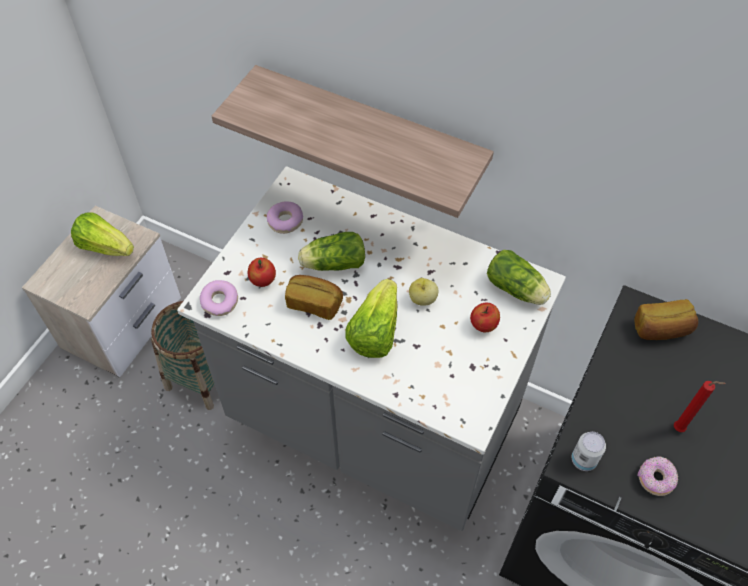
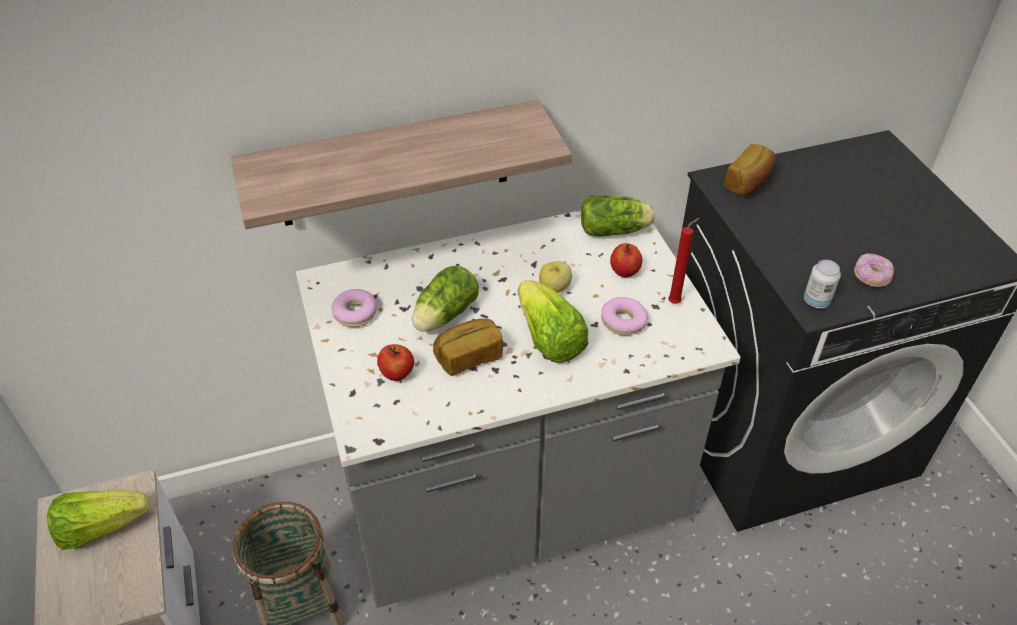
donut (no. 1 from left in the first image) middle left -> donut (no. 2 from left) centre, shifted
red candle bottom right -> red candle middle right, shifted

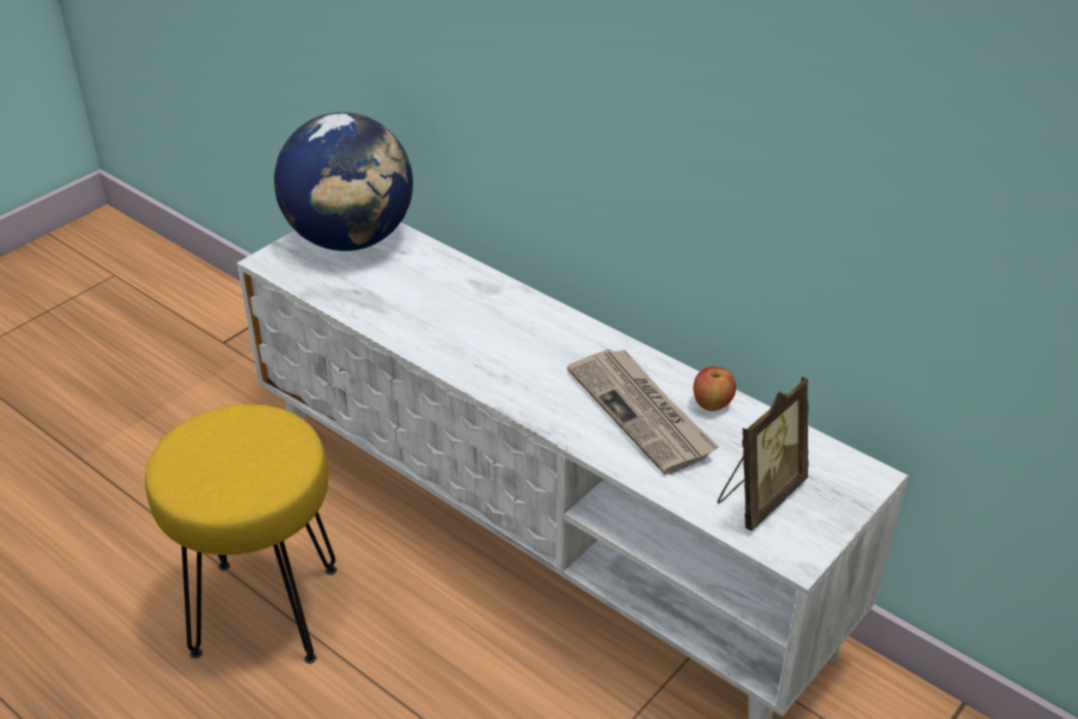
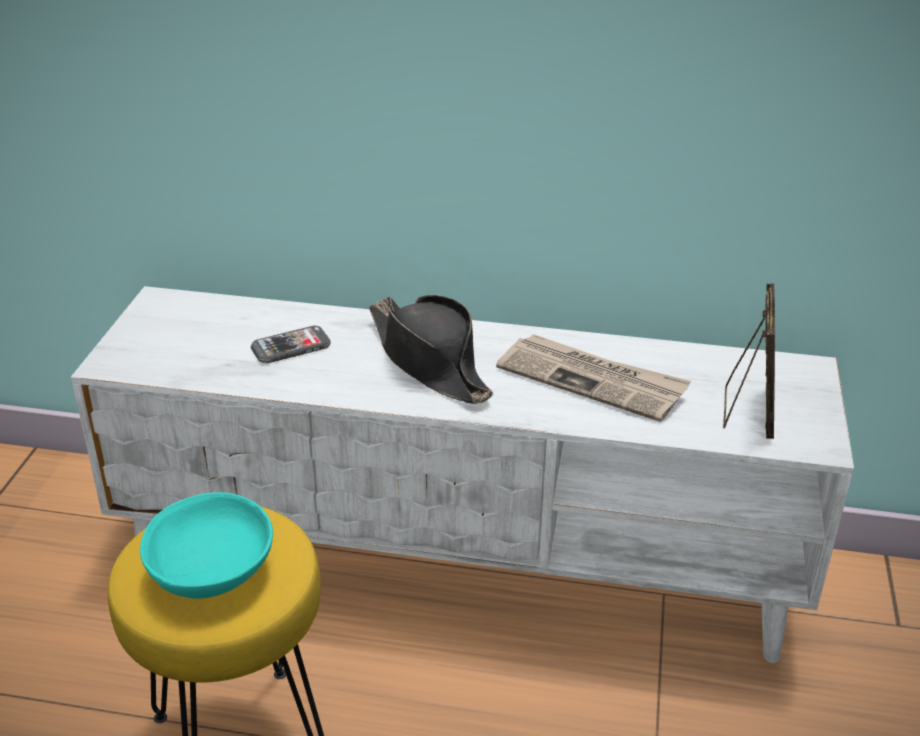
none -> turquoise bowl bottom left
none -> phone middle left
none -> black hat centre
globe top left -> none
apple centre -> none

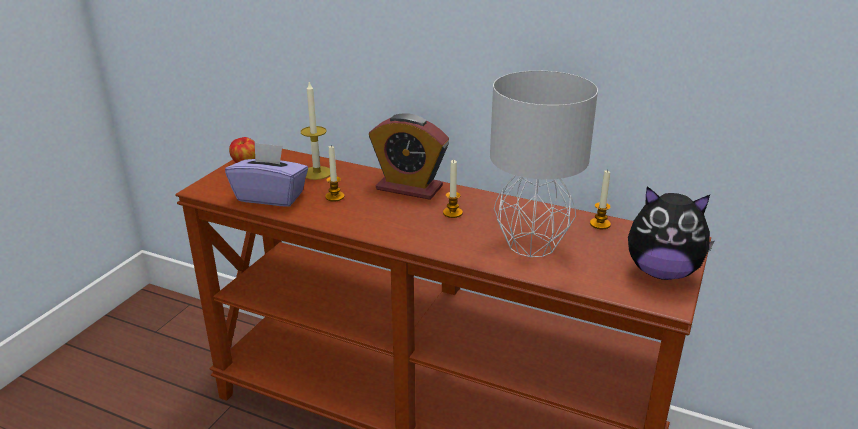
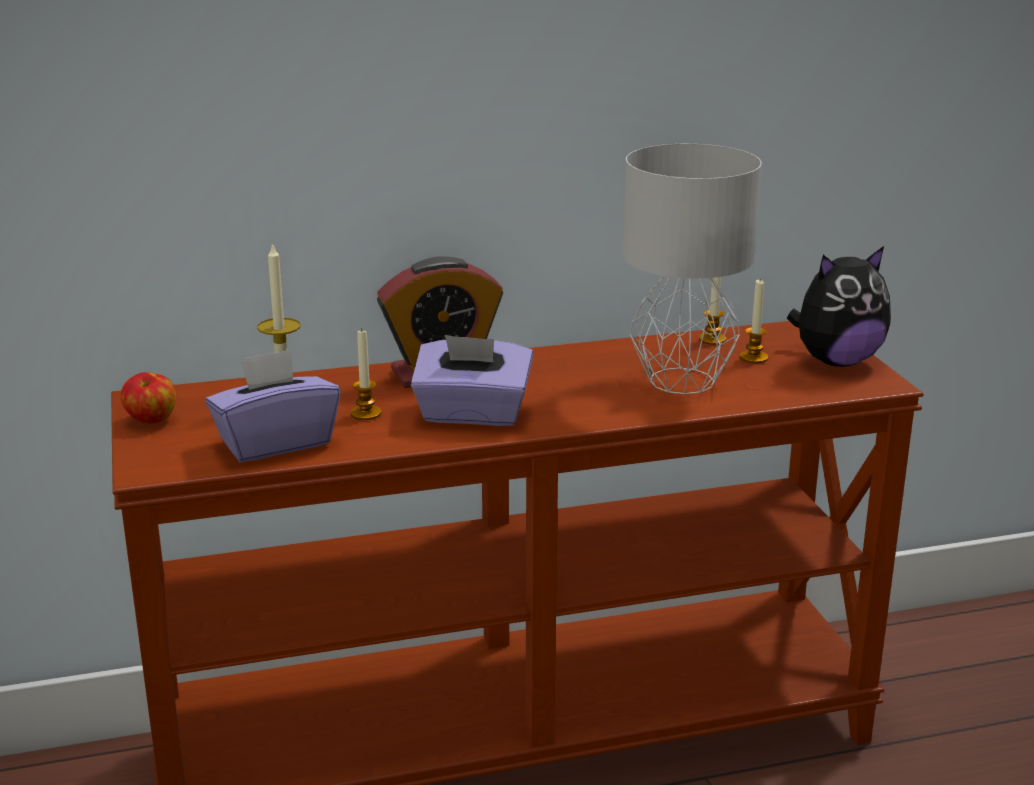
none -> purple tissue box (no. 2 from left) centre
candle (no. 3 from left in the first image) centre -> candle (no. 4 from left) middle right, shifted

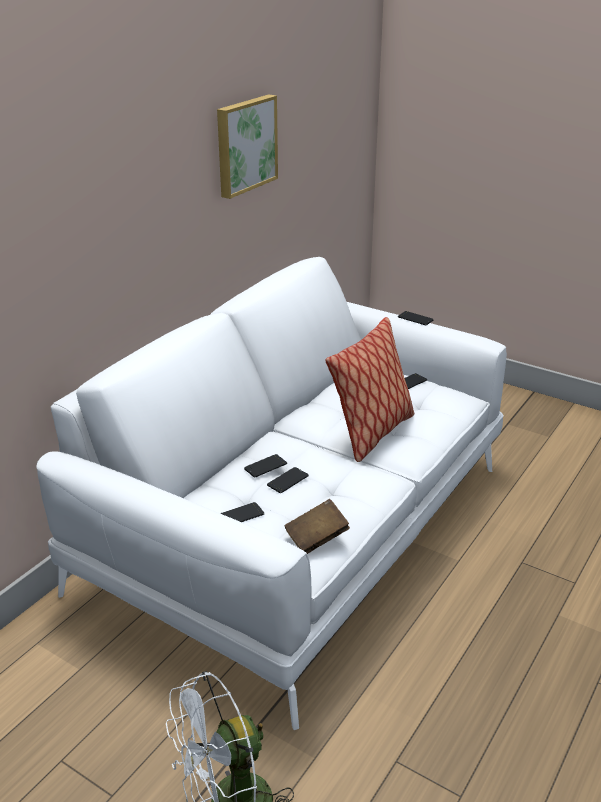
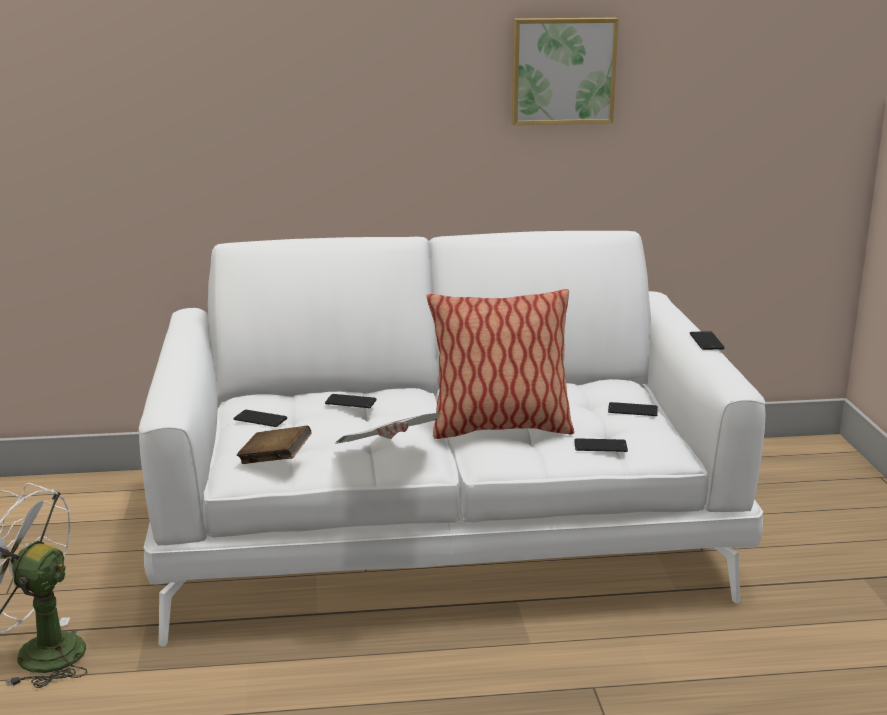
none -> newspaper centre
phone (no. 3 from left) centre -> phone (no. 3 from left) middle right, shifted

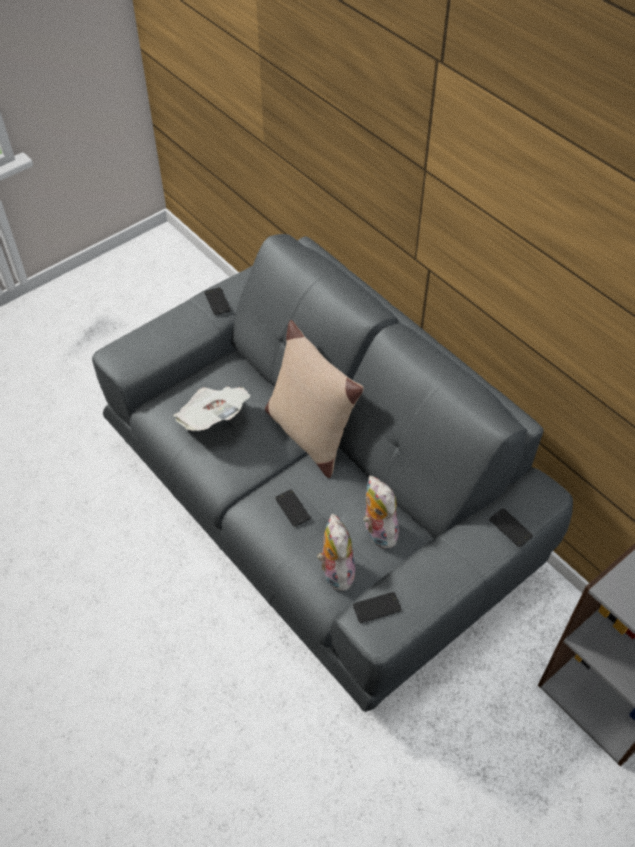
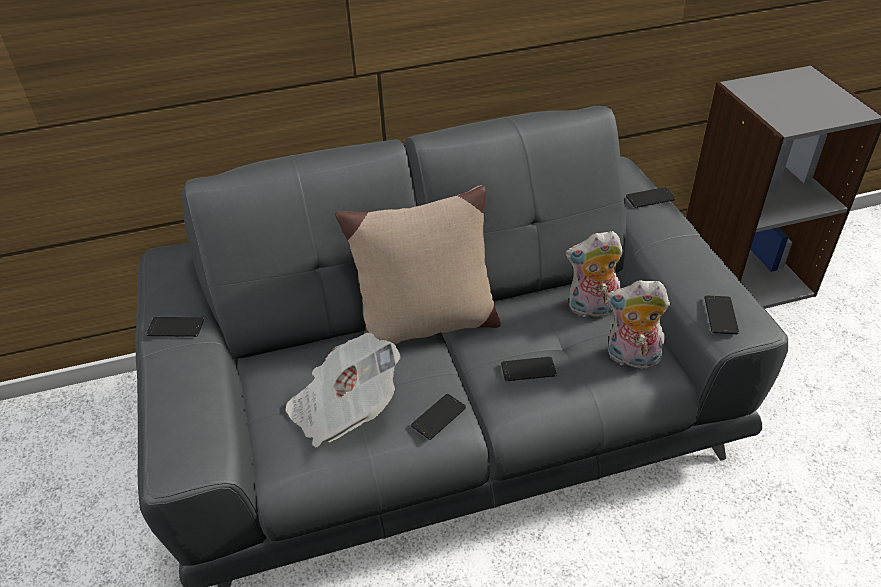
none -> phone (no. 2 from left) bottom centre

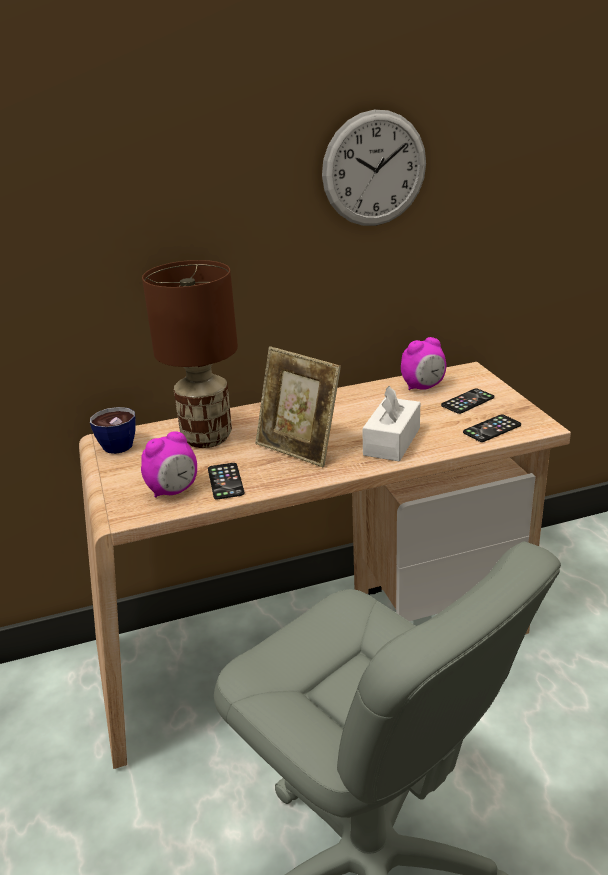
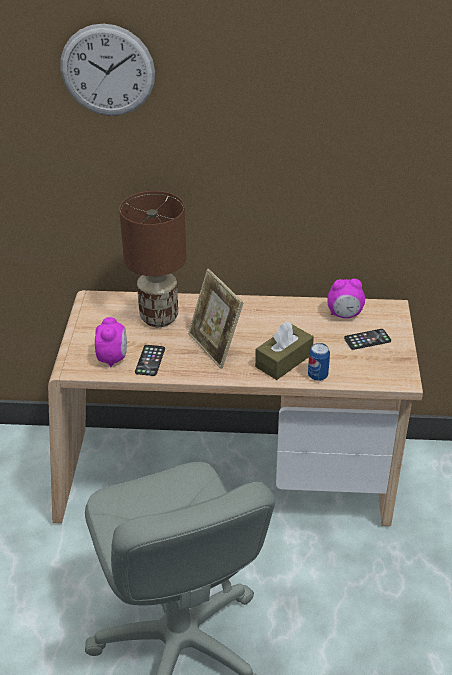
wall clock top centre -> wall clock top left, shifted
alarm clock (no. 1 from left) middle left, 75 degrees counterclockwise
white tissue box centre -> brown tissue box centre
none -> can middle right
cup middle left -> none
phone (no. 3 from left) middle right -> none

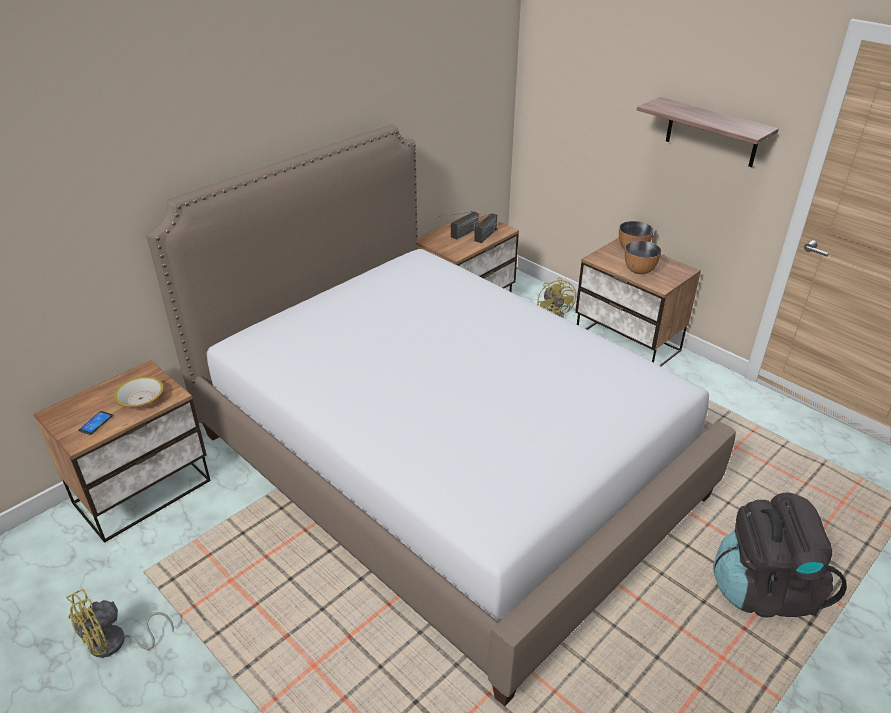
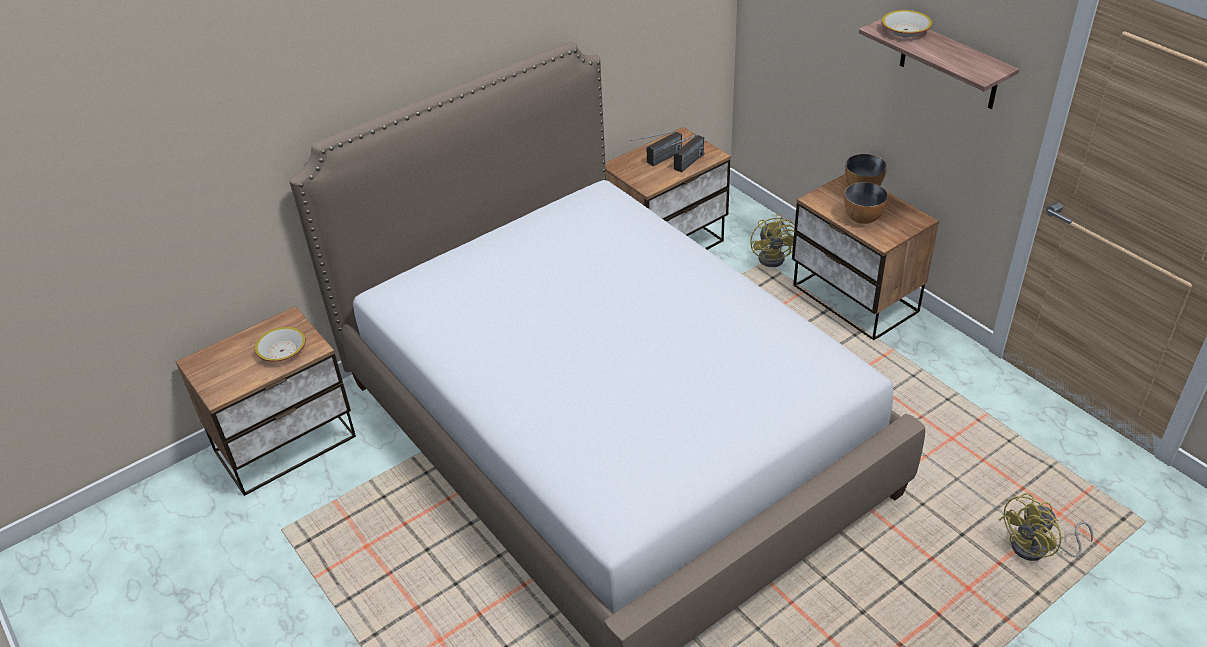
none -> bowl (no. 4 from left) top right
yellow fan (no. 1 from left in the first image) bottom left -> yellow fan (no. 2 from left) bottom right, shifted
phone middle left -> none
black backpack bottom right -> none

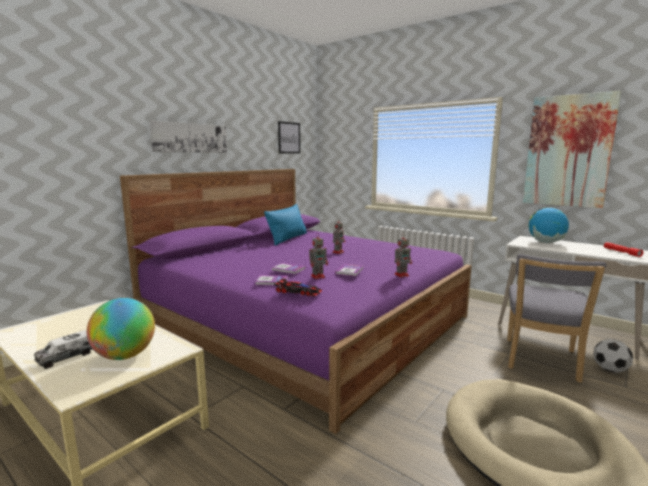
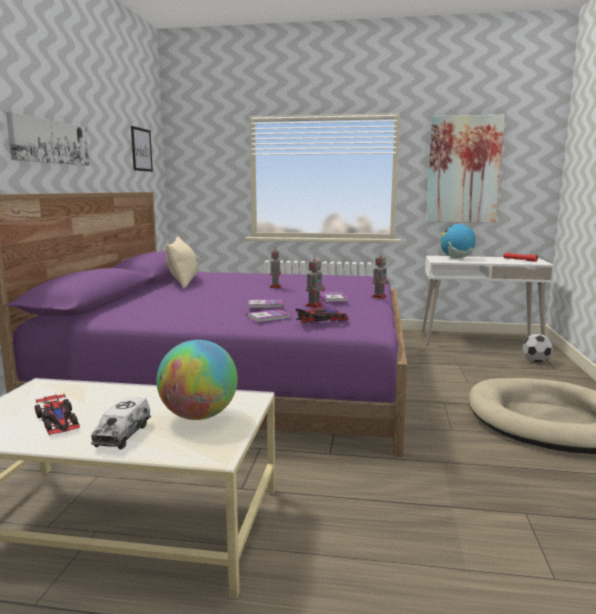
none -> toy car (no. 1 from left) bottom left
blue pillow centre -> beige pillow middle left
grey chair middle right -> none

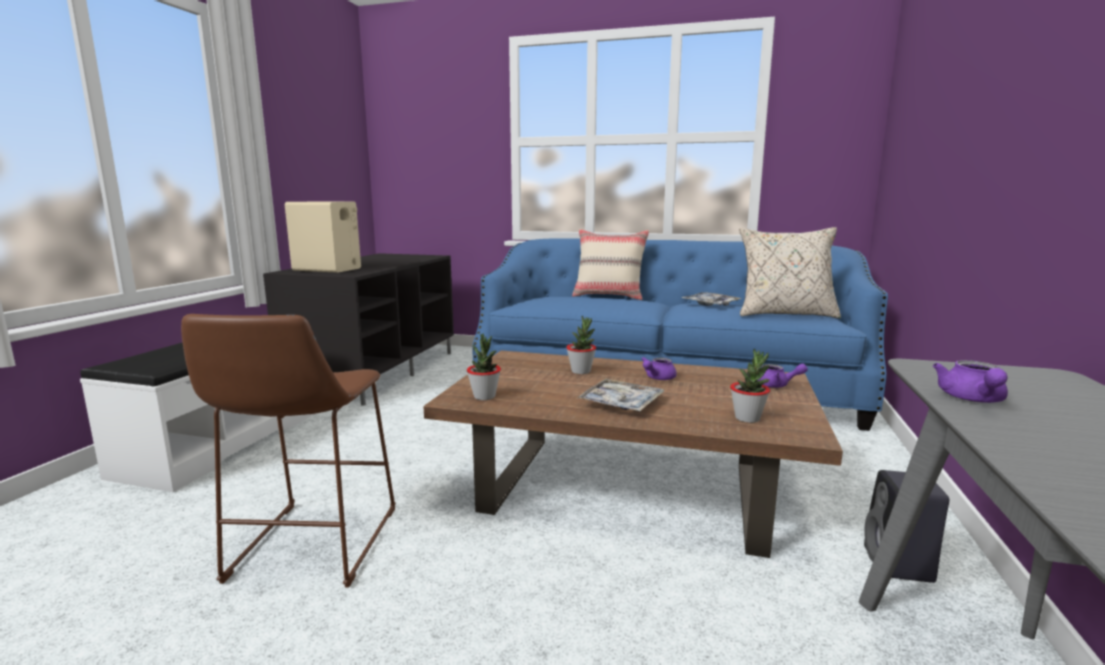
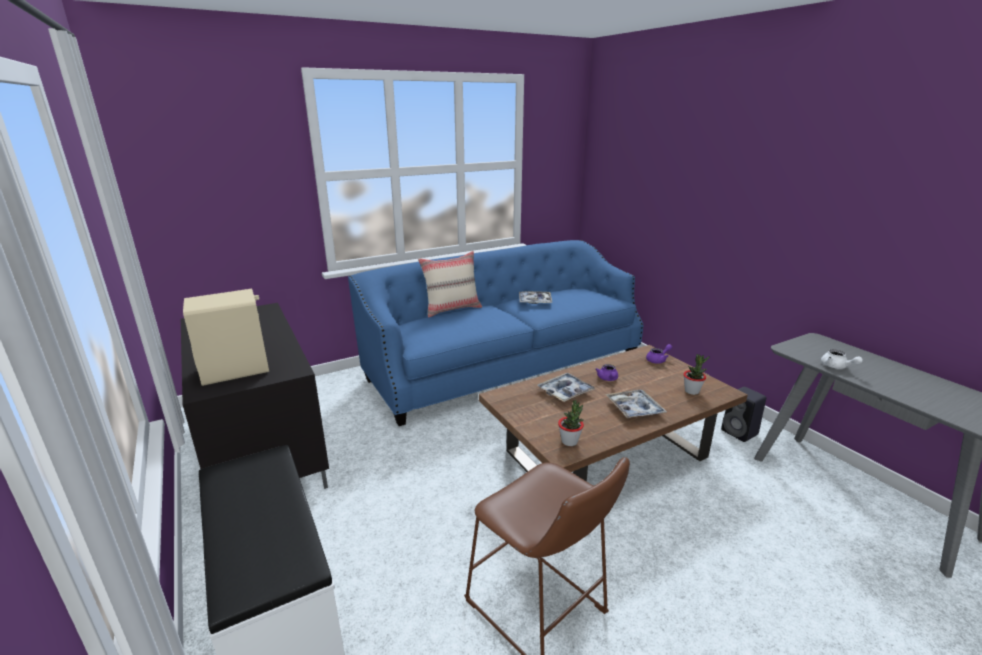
potted plant (no. 2 from left) centre -> tray (no. 2 from left) centre
purple teapot (no. 3 from left) middle right -> white teapot middle right
beige pillow (no. 2 from left) middle right -> none

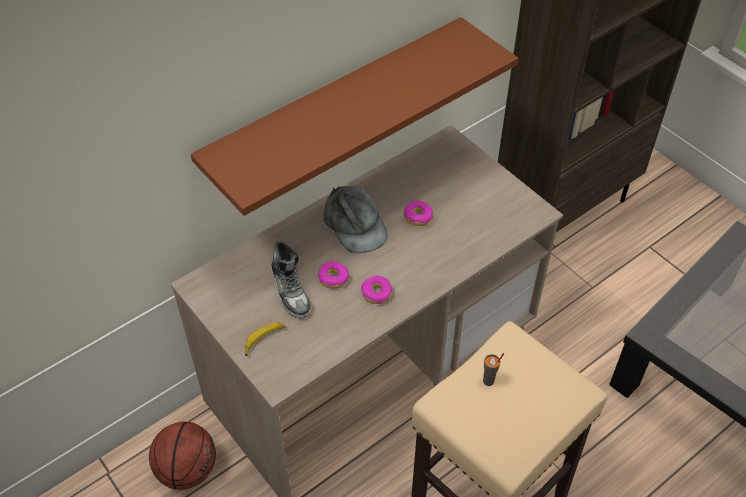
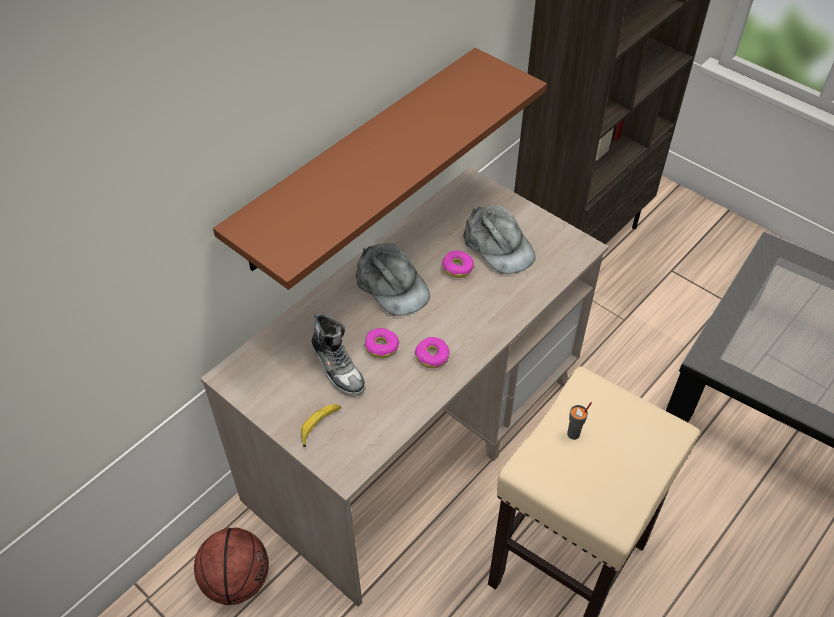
none -> grey cap (no. 2 from left) centre

